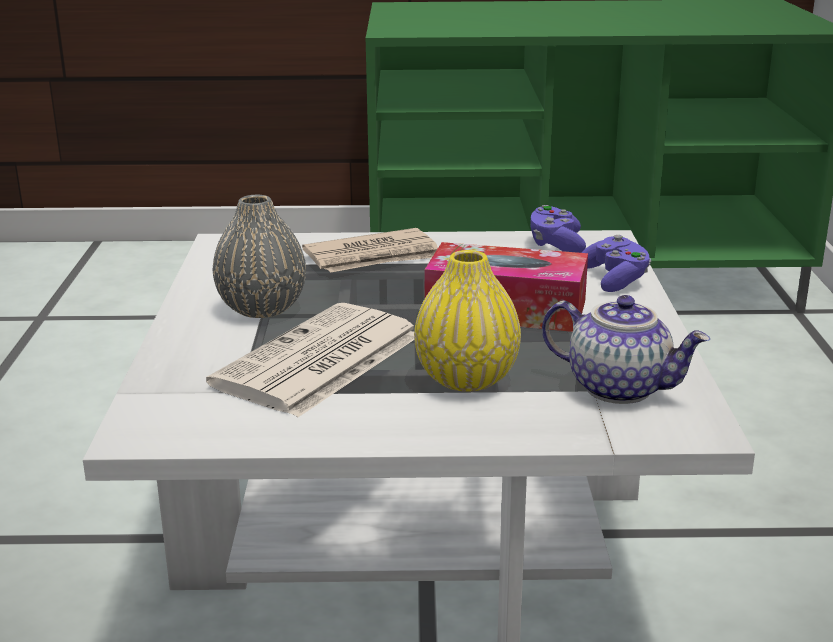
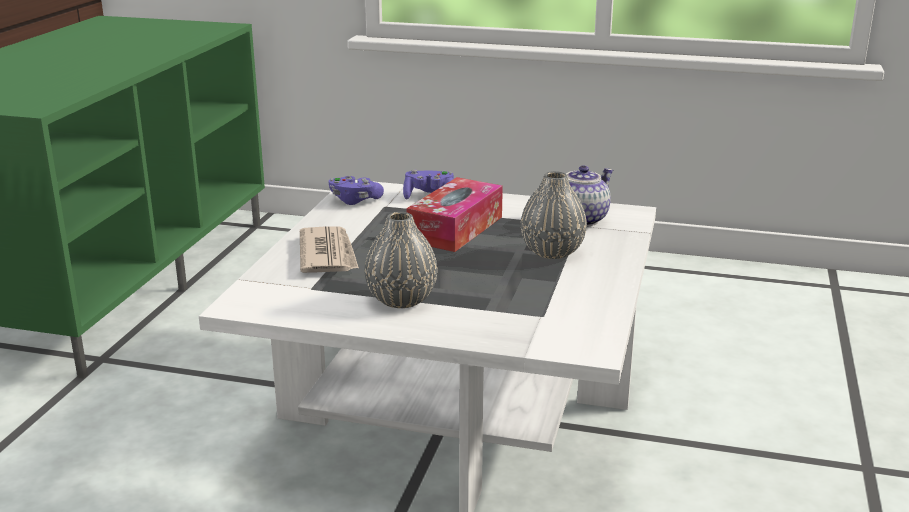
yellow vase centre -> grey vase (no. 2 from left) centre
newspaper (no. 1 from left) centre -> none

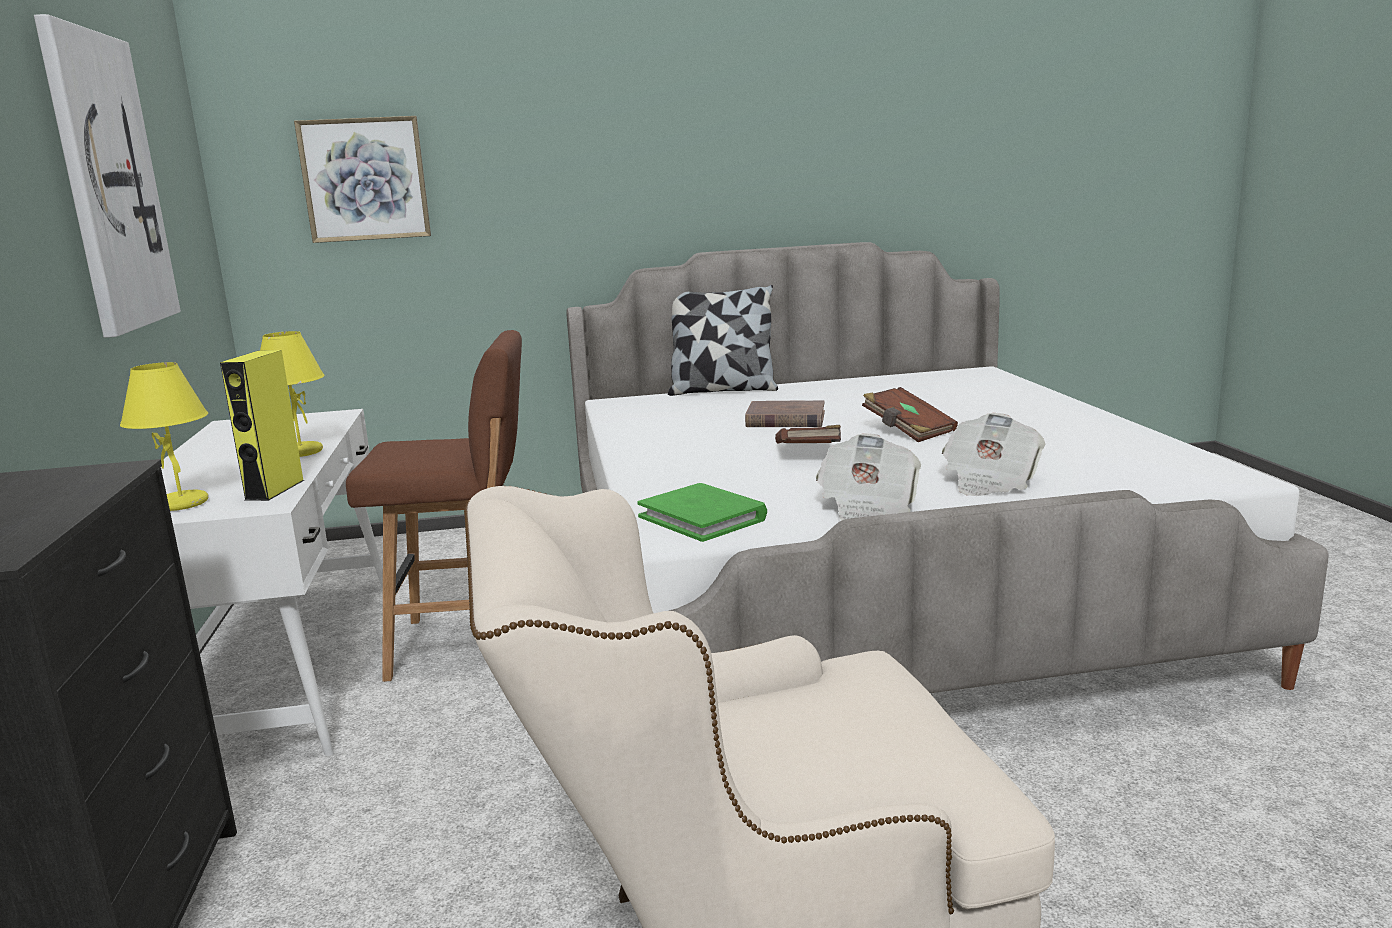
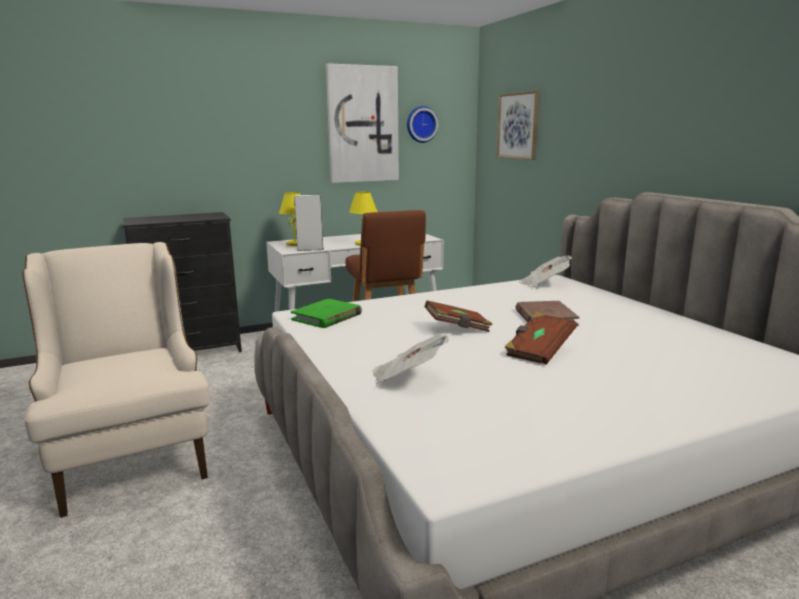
yellow speaker middle left -> white speaker centre
none -> wall clock top centre
newspaper (no. 1 from left in the first image) centre -> newspaper (no. 2 from left) middle right, shifted
pillow centre -> none

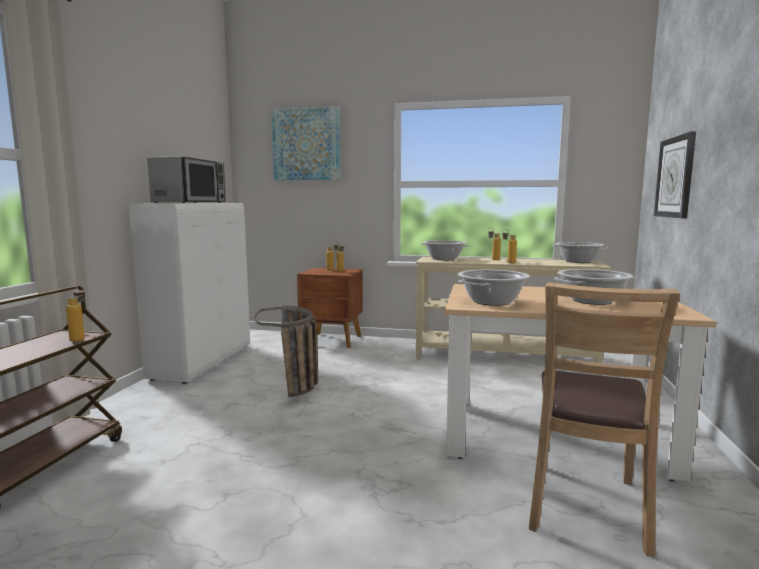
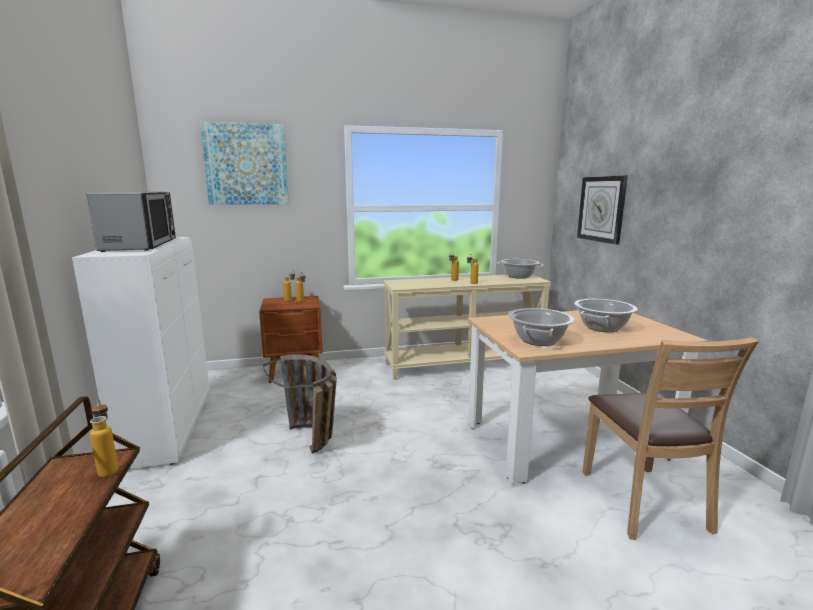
cooking pot (no. 1 from left) centre -> none

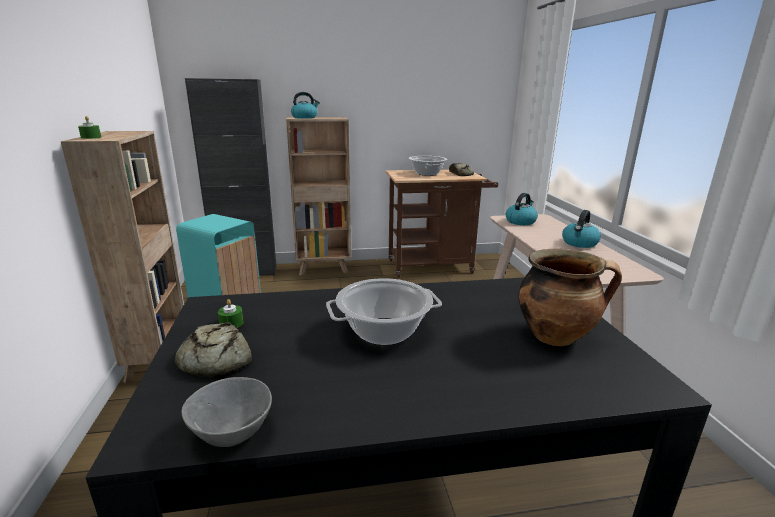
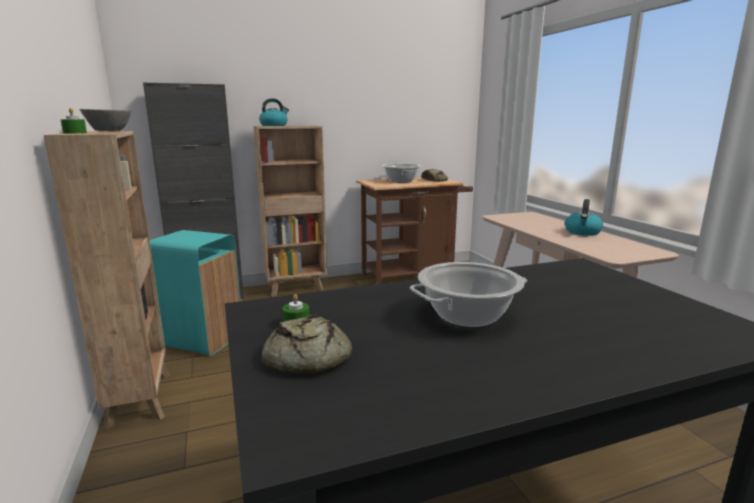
grey bowl bottom left -> grey bowl top left, shifted
kettle (no. 2 from left) middle right -> none
cooking pot (no. 3 from left) middle right -> none

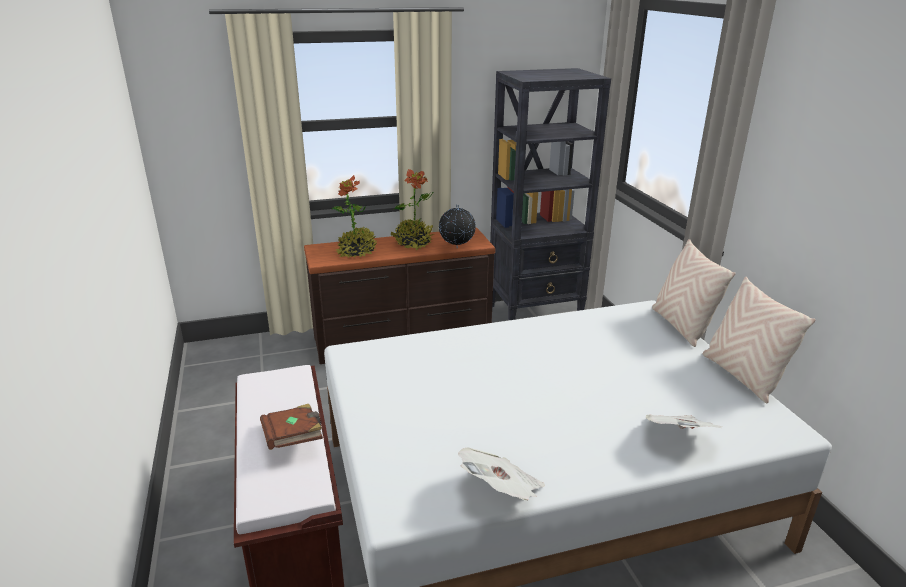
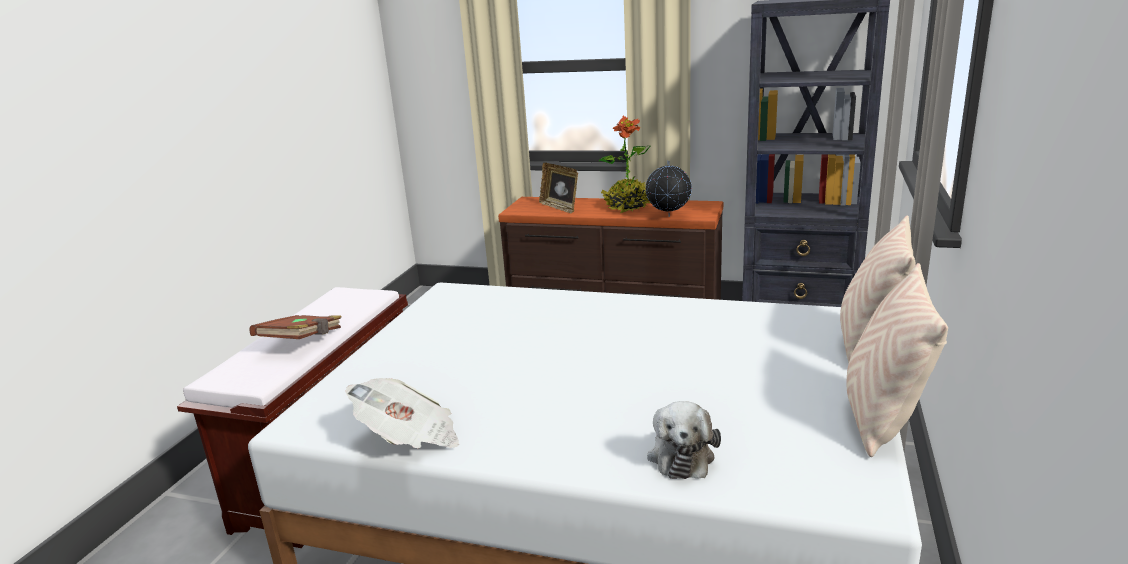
potted plant (no. 1 from left) centre -> picture frame centre
newspaper (no. 2 from left) bottom right -> plush toy bottom centre

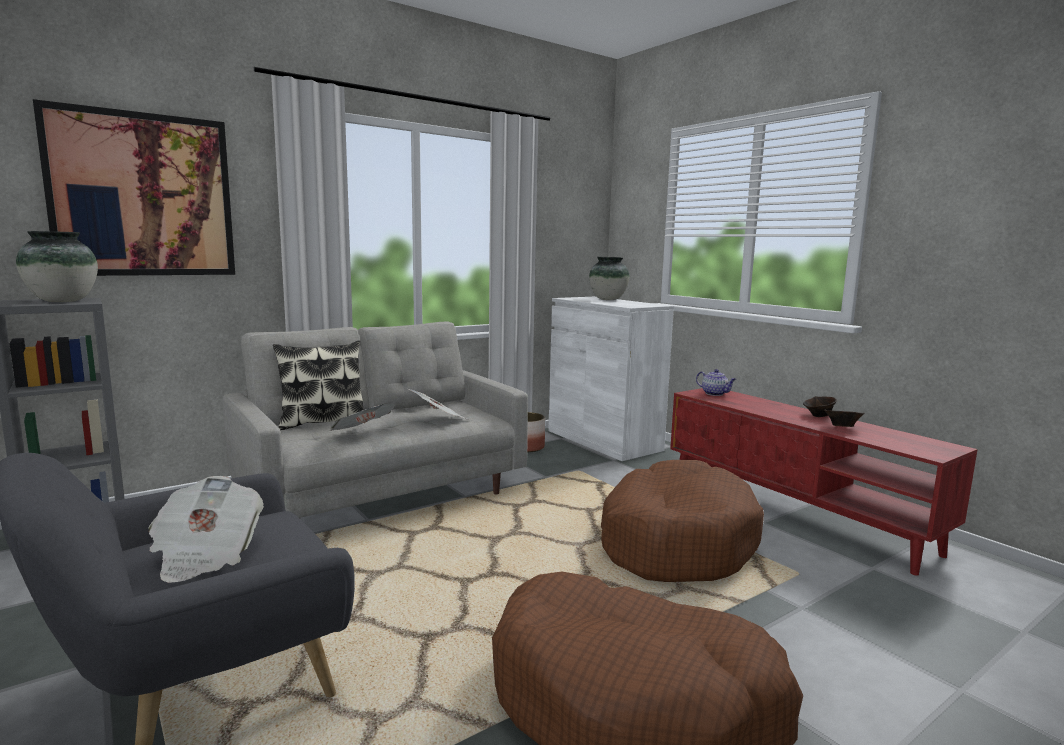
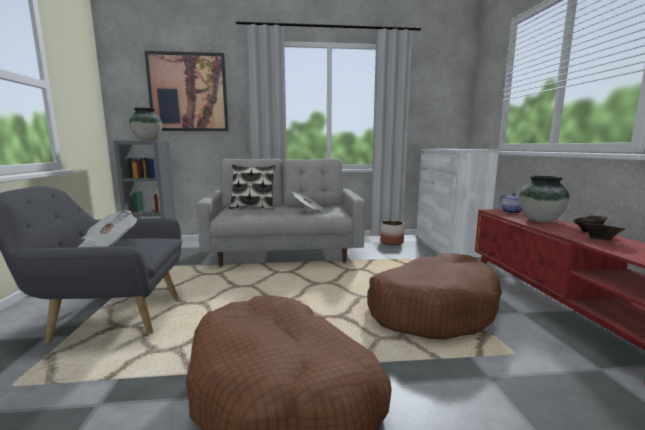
vase (no. 2 from left) centre -> vase (no. 2 from left) middle right, shifted
newspaper (no. 2 from left) centre -> none

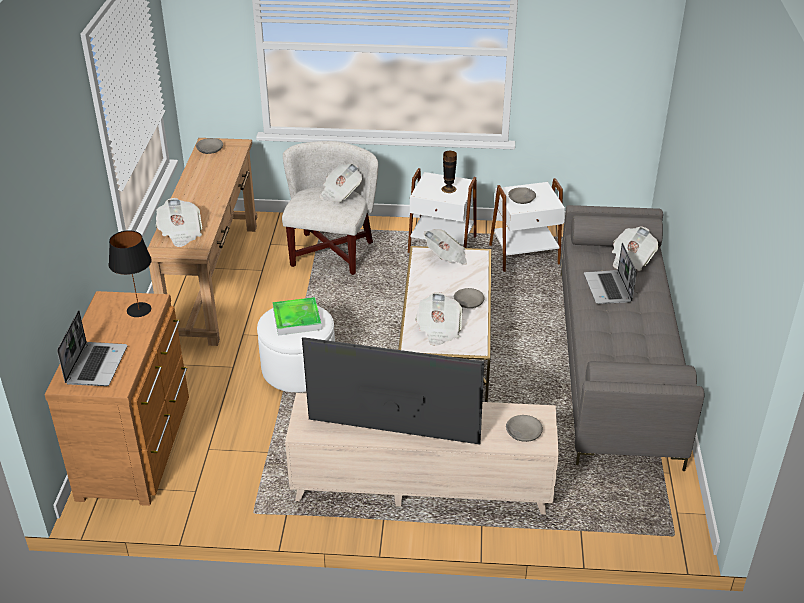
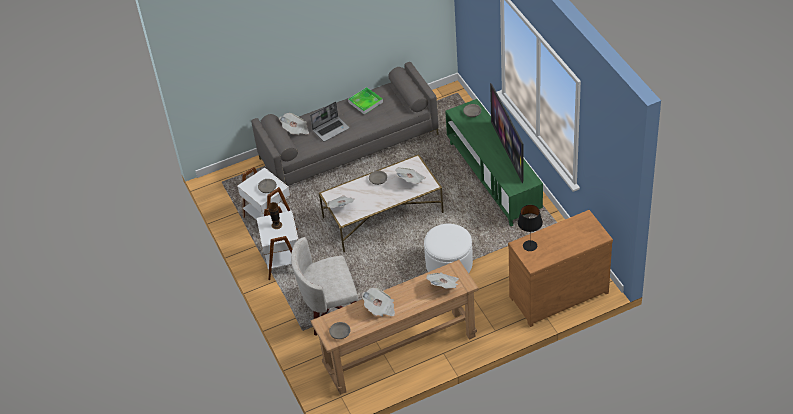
tray centre -> tray top centre, shifted
newspaper (no. 2 from left in the first image) top centre -> newspaper (no. 3 from left) bottom centre, shifted
beige tv stand bottom centre -> green tv stand centre
laptop (no. 1 from left) middle left -> none

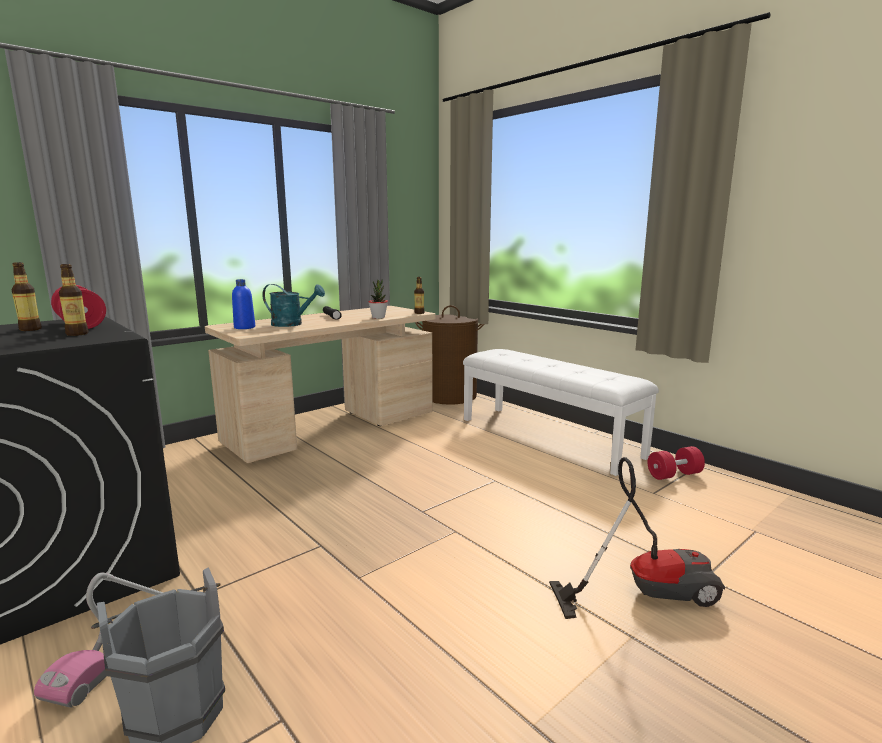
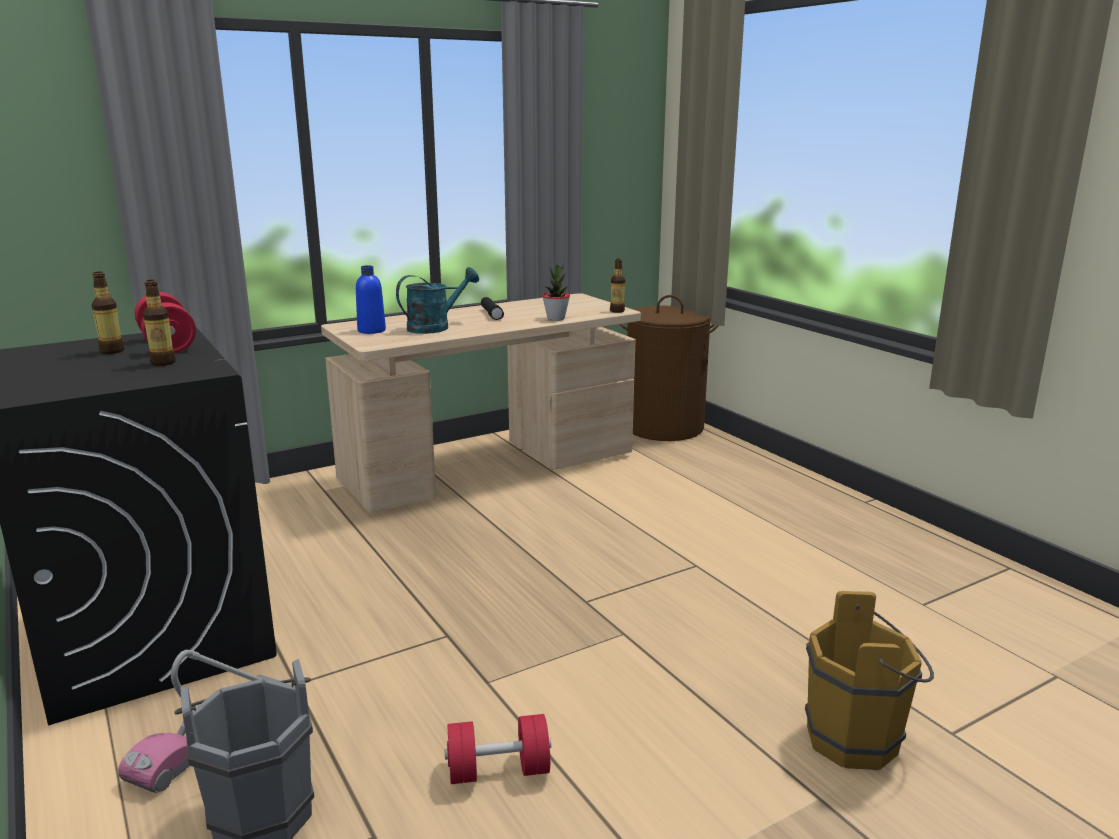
turquoise watering can middle left -> turquoise watering can centre, 60 degrees counterclockwise
red dumbbell (no. 2 from left) middle right -> red dumbbell (no. 2 from left) bottom centre, shifted
vacuum cleaner (no. 2 from left) bottom right -> brown bucket bottom right
white bench centre -> none

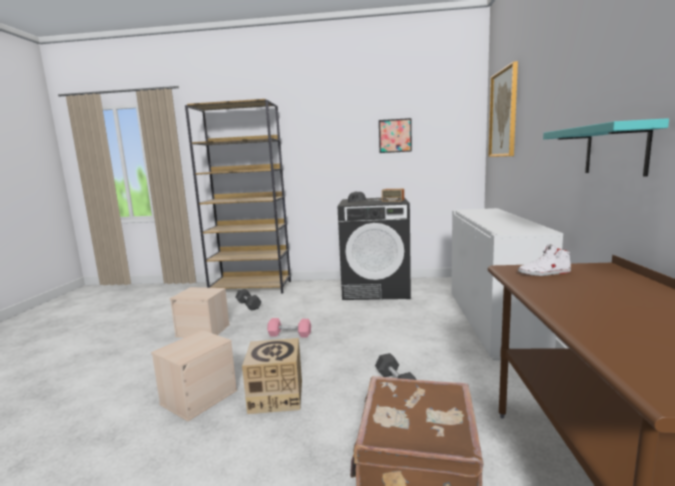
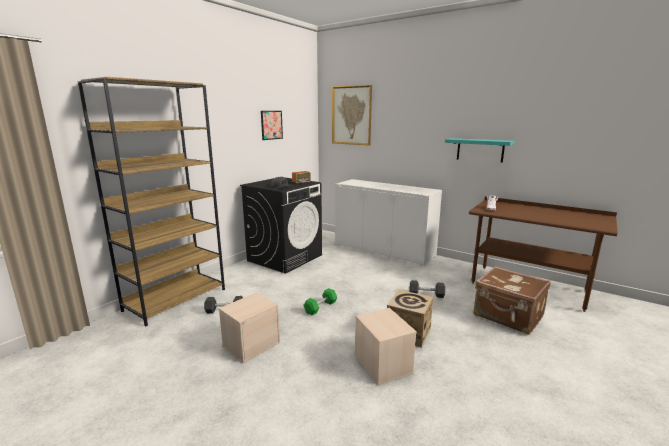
pink dumbbell bottom centre -> green dumbbell bottom centre

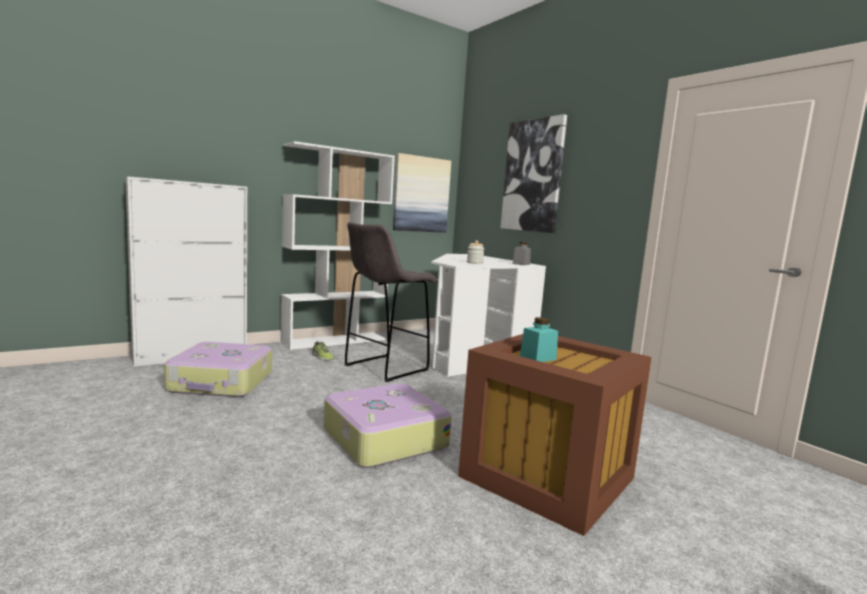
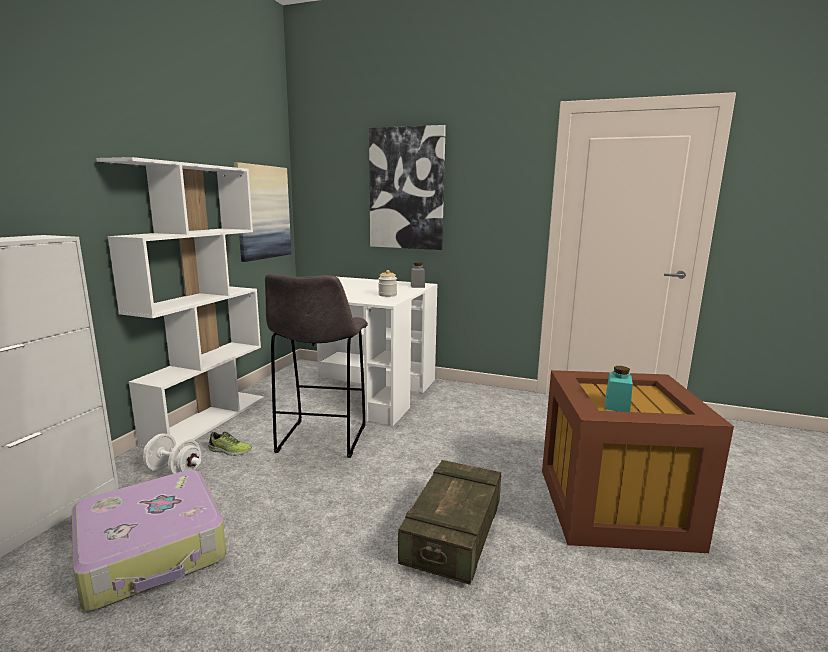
none -> white dumbbell bottom left
suitcase (no. 2 from left) bottom centre -> crate bottom centre

